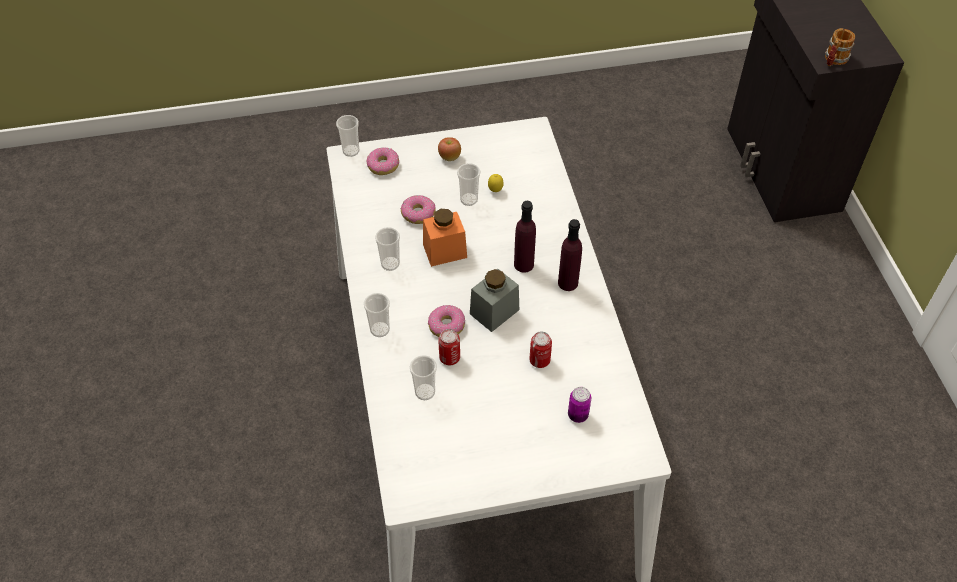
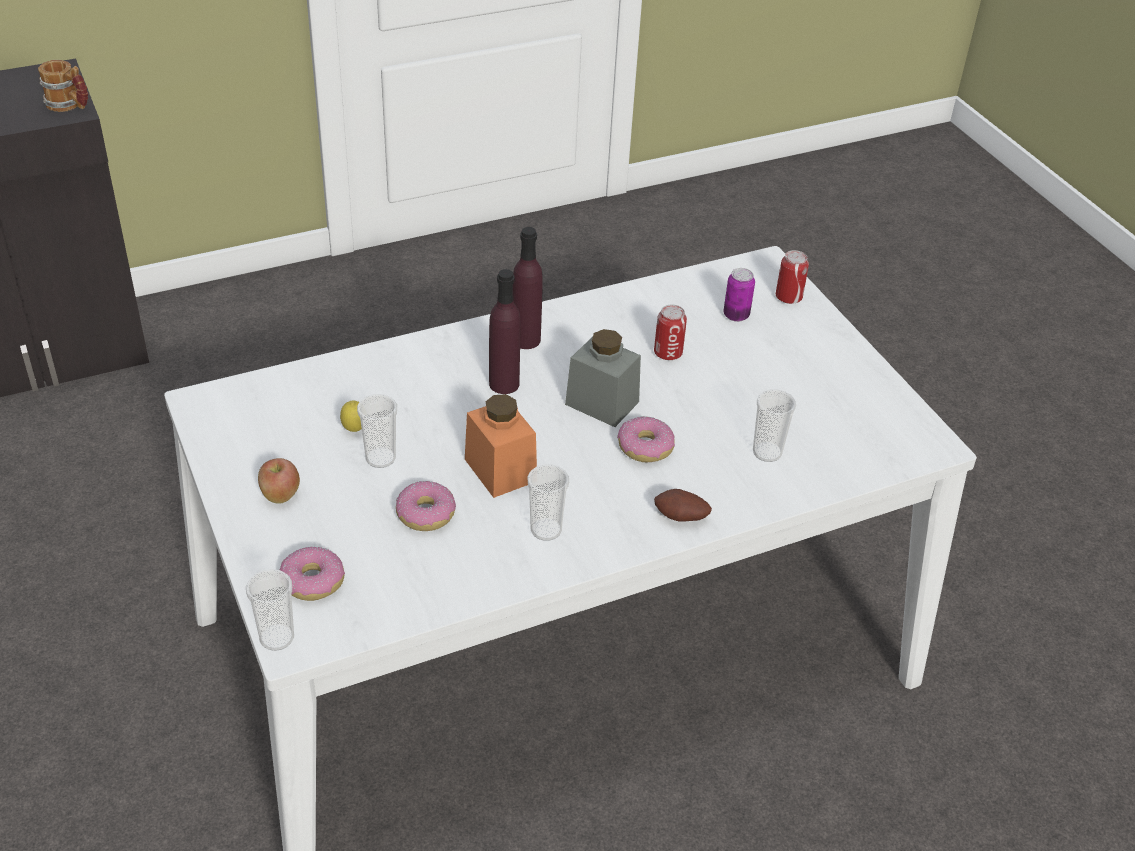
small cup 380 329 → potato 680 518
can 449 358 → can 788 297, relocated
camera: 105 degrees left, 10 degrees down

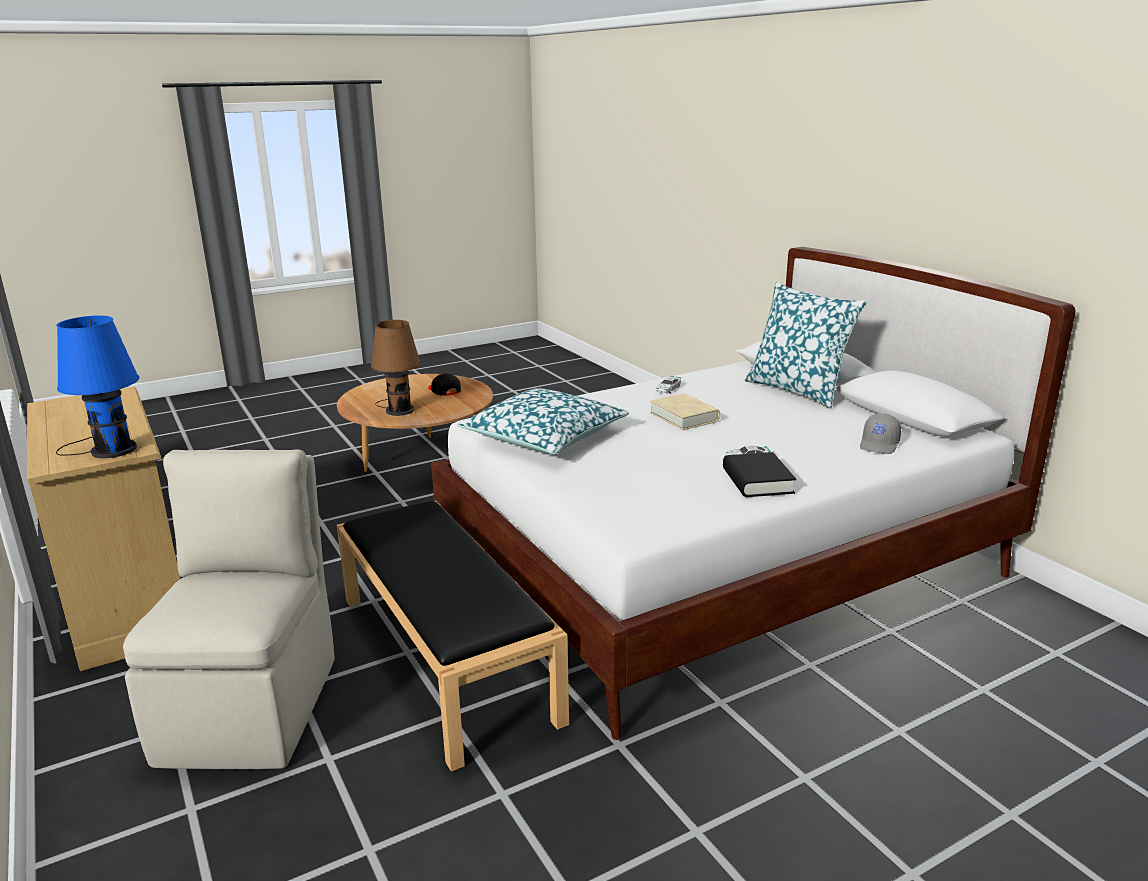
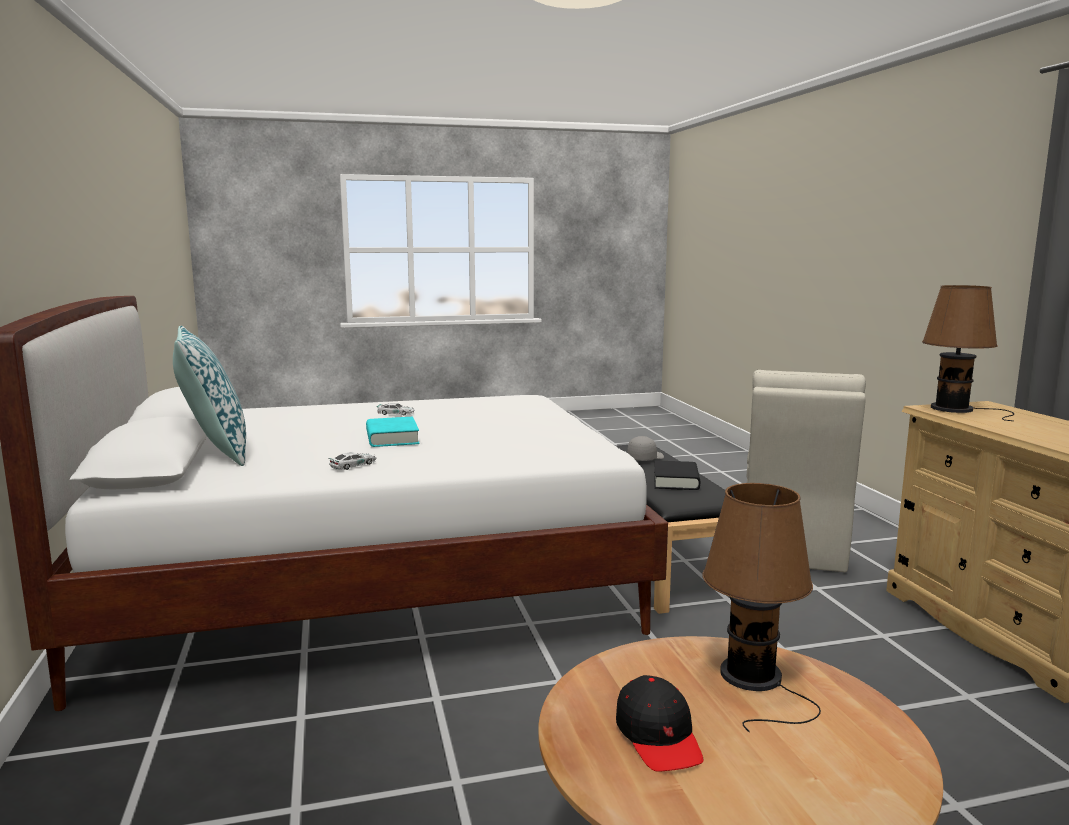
volume (beige-coloured) 684 417 → volume (turquoise) 392 438
peaked cap (greyish) 880 445 → peaked cap (greyish) 645 458, relocated
volume (blackish) 757 481 → volume (blackish) 676 481, relocated
lamp for a table (bluish) 109 449 → lamp for a table (brown) 957 409
throw pillow 544 437 → -
camera: 165 degrees left, 10 degrees down

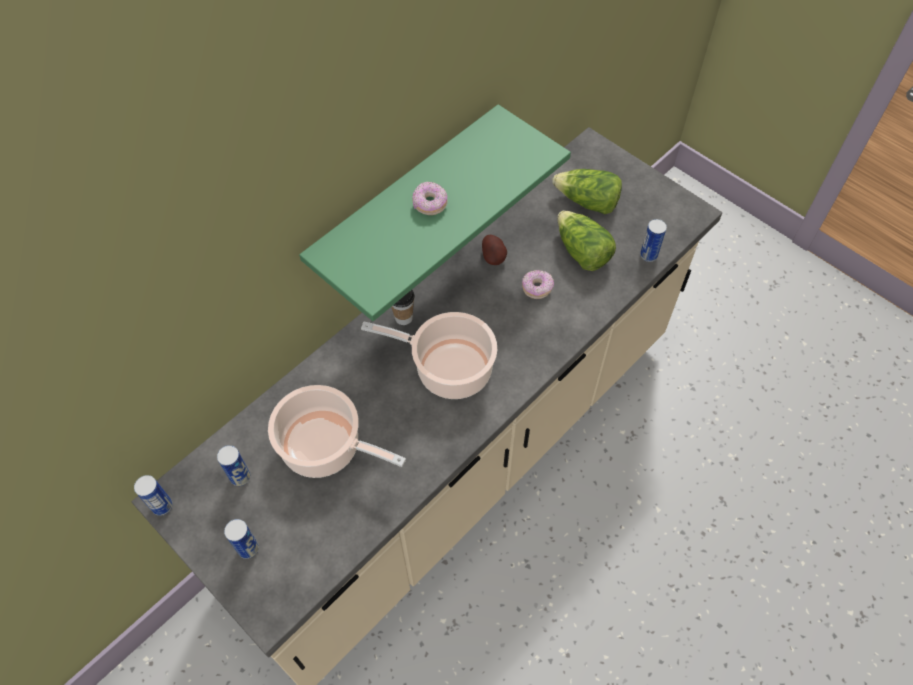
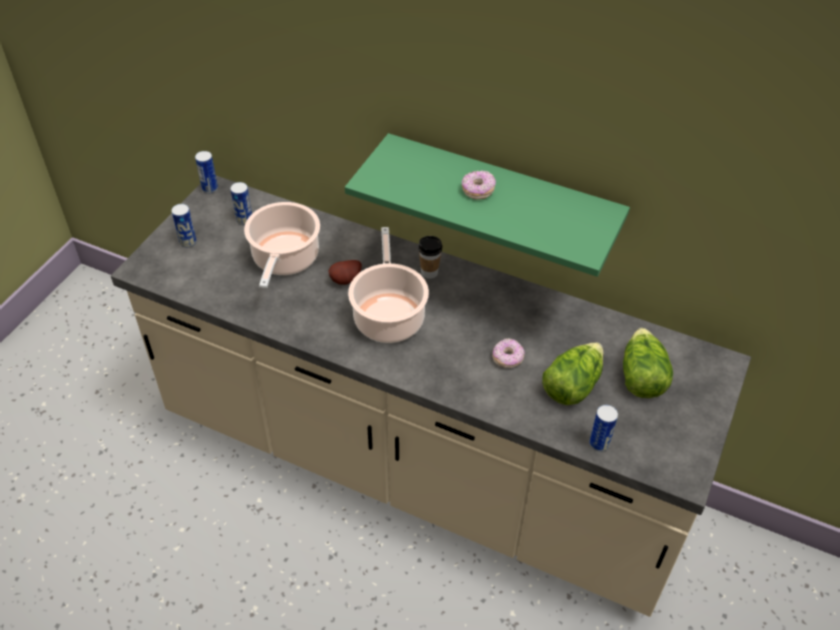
potato 494 258 → potato 347 281, relocated
camera: 70 degrees right, 10 degrees down

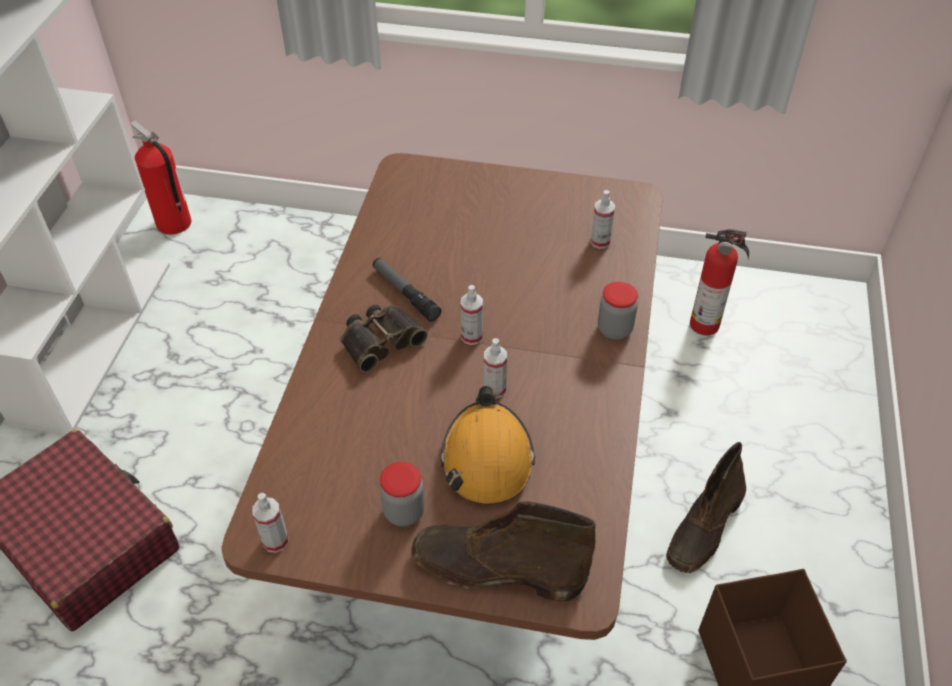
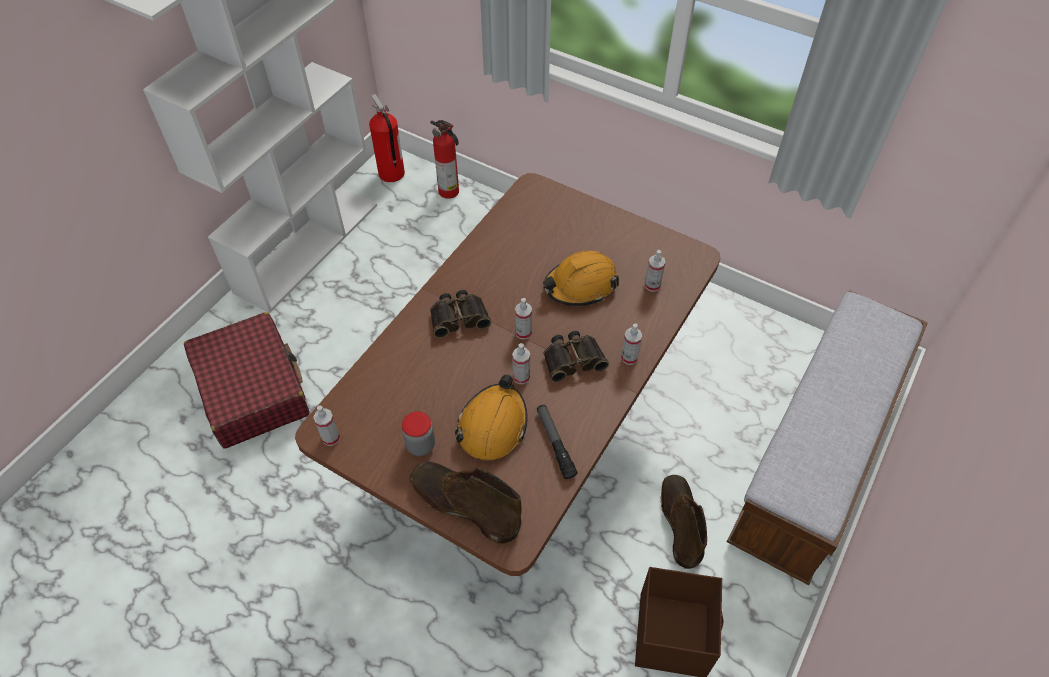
extinguisher 706 325 → extinguisher 450 192, relocated
flashlight 405 293 → flashlight 555 443, relocated
- → work helmet (orange) 580 285
- → pair of binoculars 573 359
preserve jar 614 329 → spray bottle 629 358
high-top boot (brown) 704 529 → high-top boot (brown) 680 522, 120 degrees clockwise
- → long seat 813 456
camera: 20 degrees right, 5 degrees up

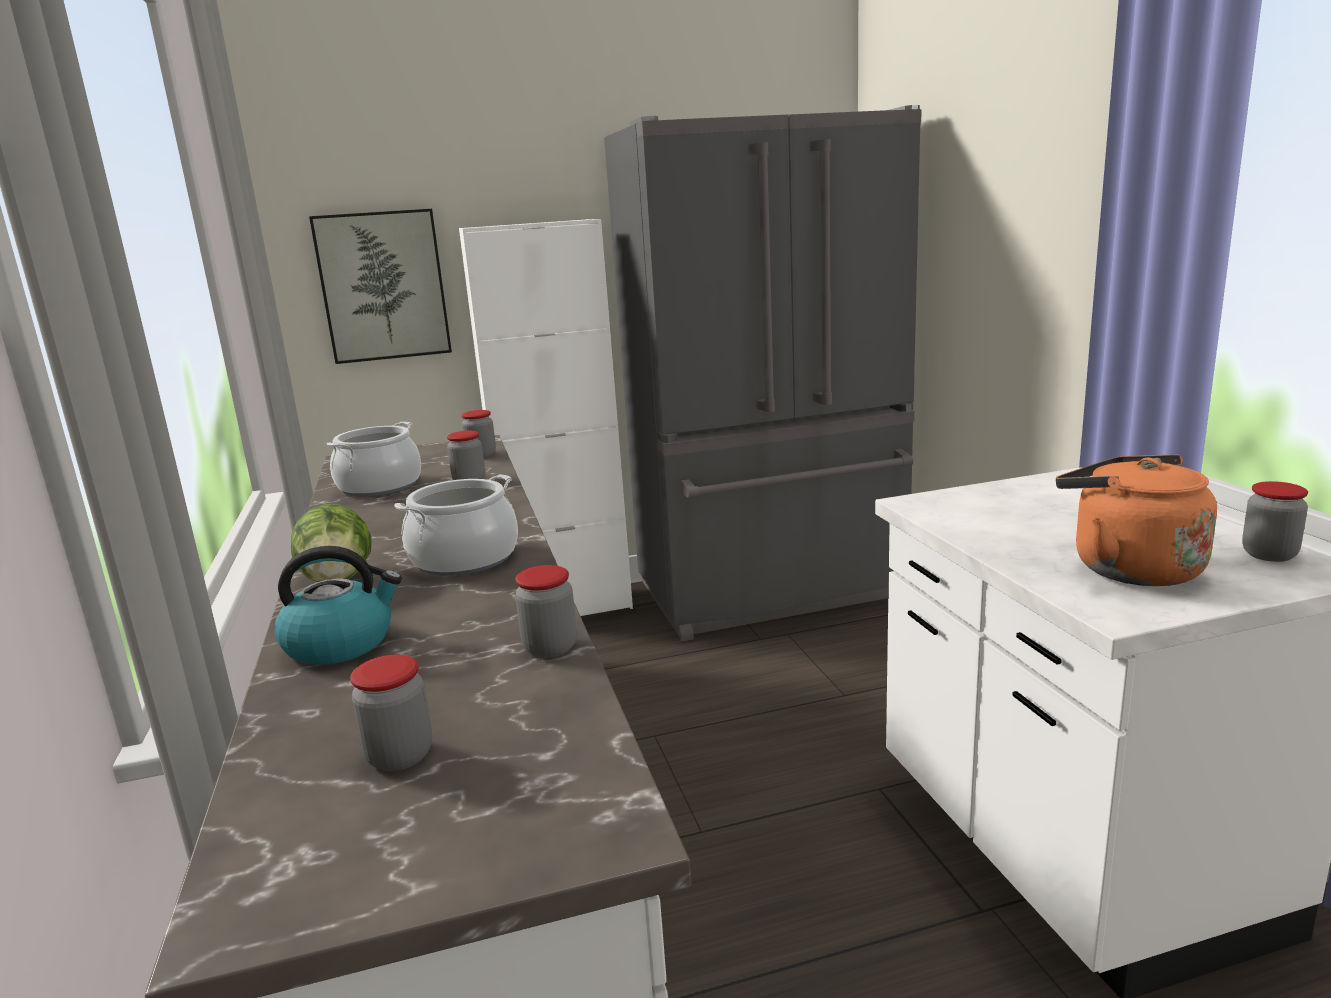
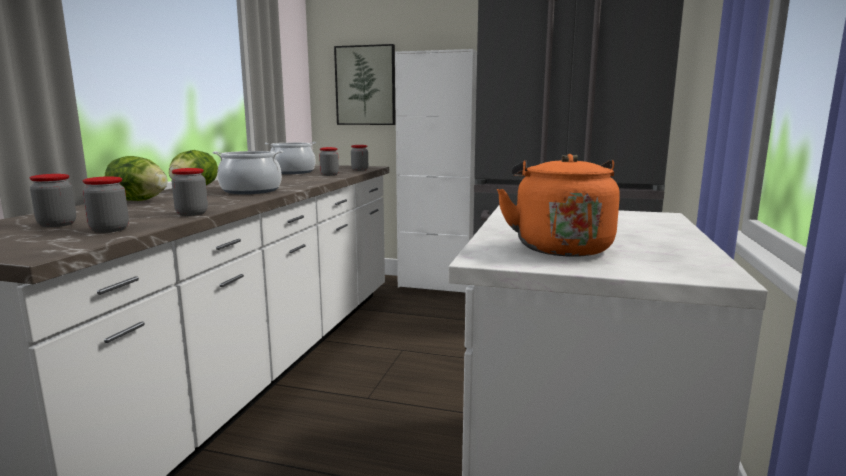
preserve jar 1269 554 → preserve jar 109 229, relocated
kettle 341 644 → lettuce head 139 201
camera: 30 degrees right, 5 degrees down

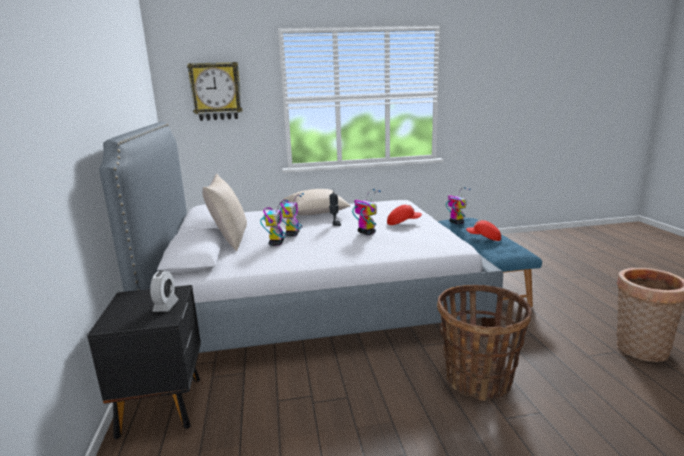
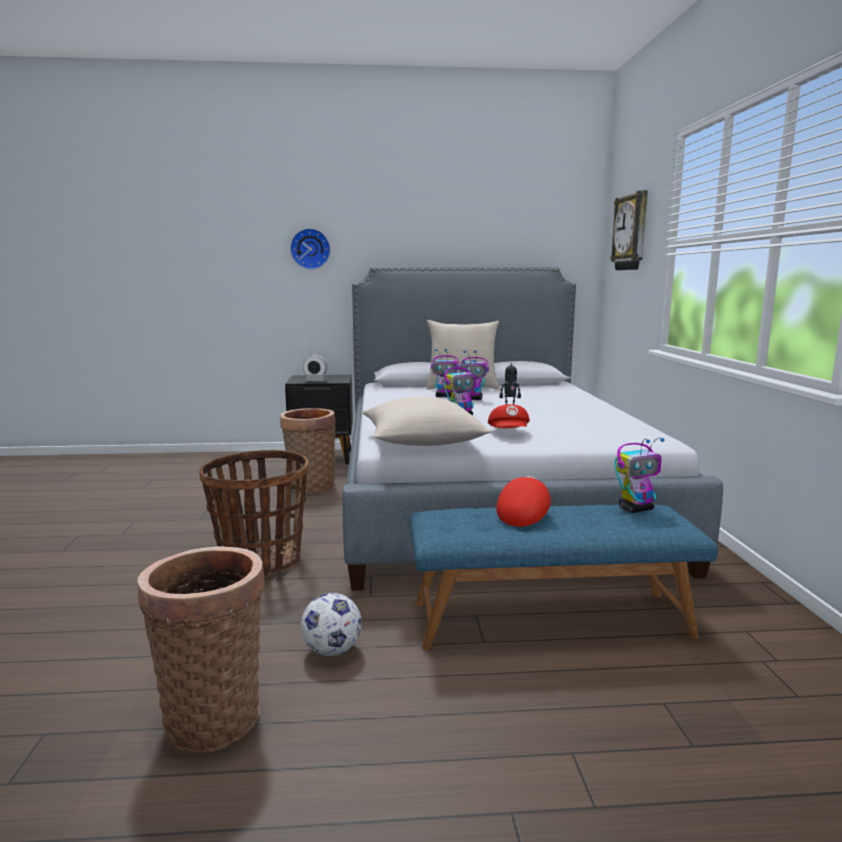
- → storage basket 310 486
- → wall clock 310 249
- → football ball 332 651
throw pillow (beige-coloured) 316 212 → throw pillow (beige-coloured) 422 442, relocated
camera: 95 degrees right, 5 degrees down

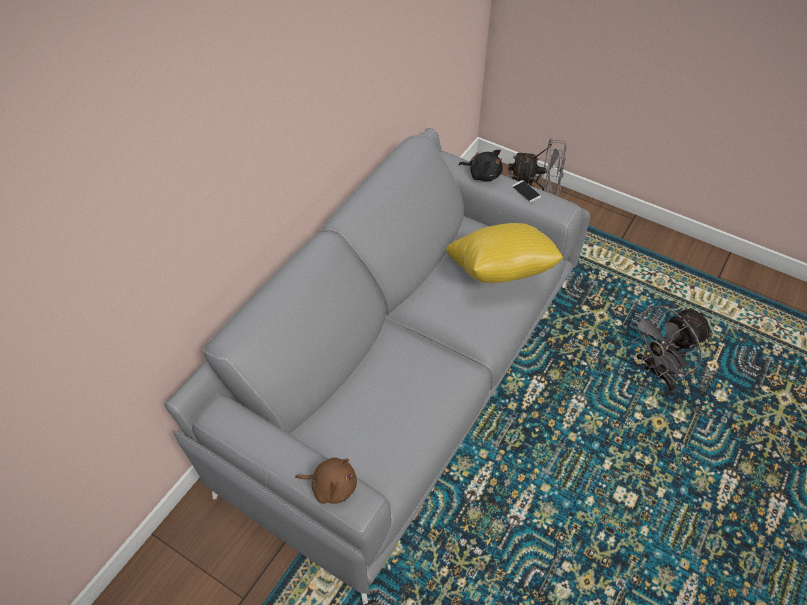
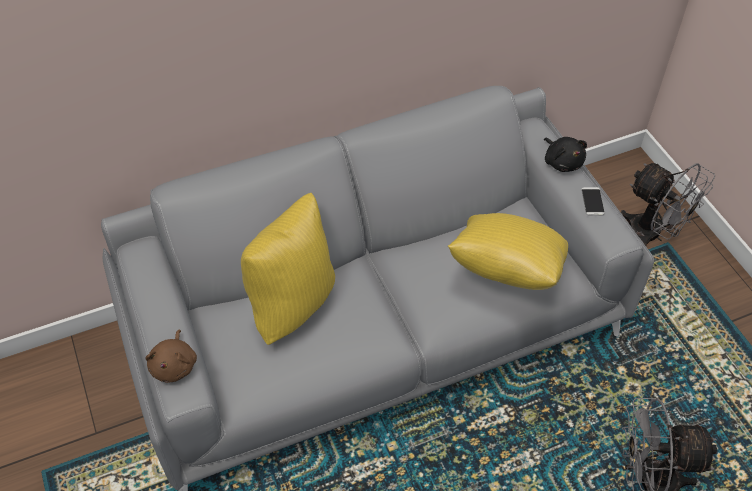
plush toy (brown) 331 486 → plush toy (brown) 174 365, 45 degrees clockwise
- → throw pillow (yellow) 292 303
camera: 35 degrees right, 0 degrees up

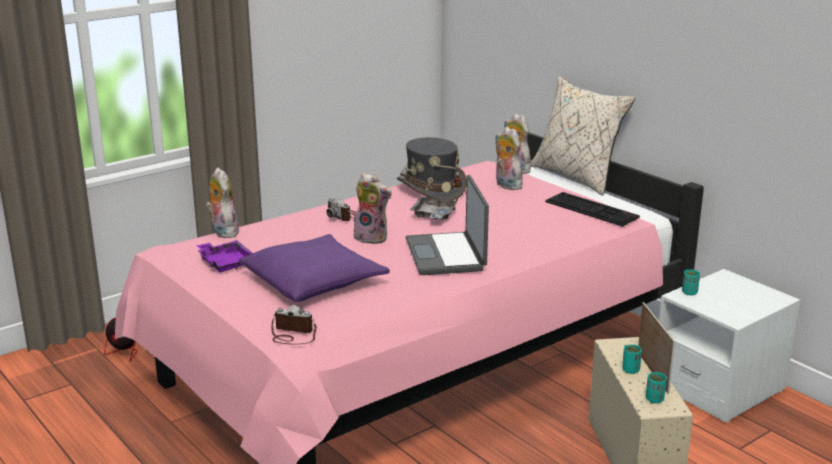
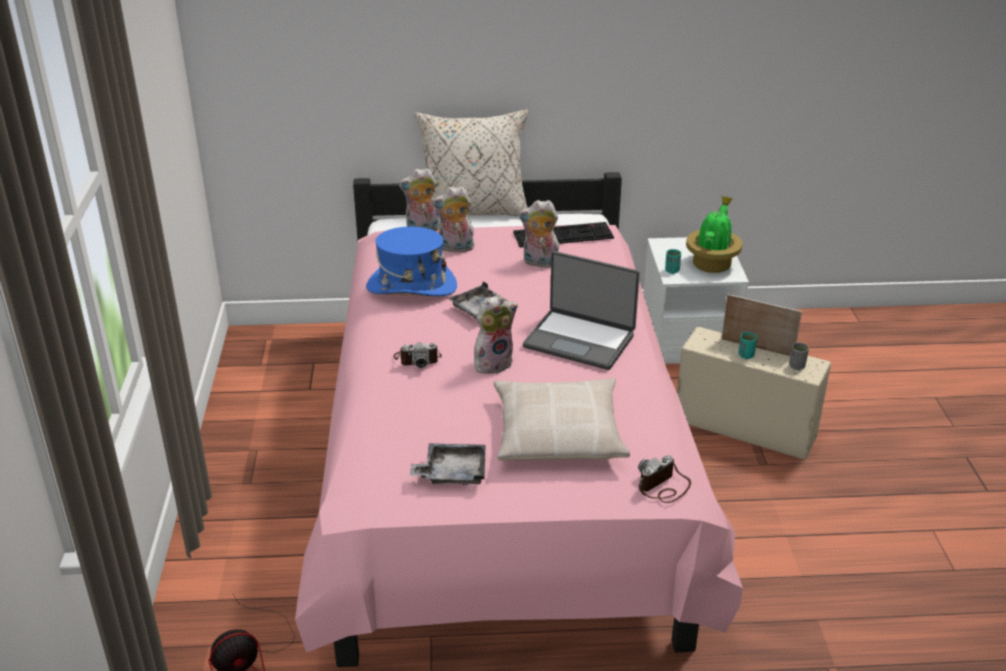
clothing hat (greyish) 431 188 → clothing hat (bluish) 411 287
tray (purple-coloured) 226 263 → tray (greyish) 452 473
throw pillow (purple-coloured) 314 281 → throw pillow (beige-coloured) 558 433
plush toy 222 232 → plush toy 539 263, relocated
- → houseplant 712 263
small cup (turquoise) 654 399 → small cup (greyish) 797 366
camera: 55 degrees left, 10 degrees up

